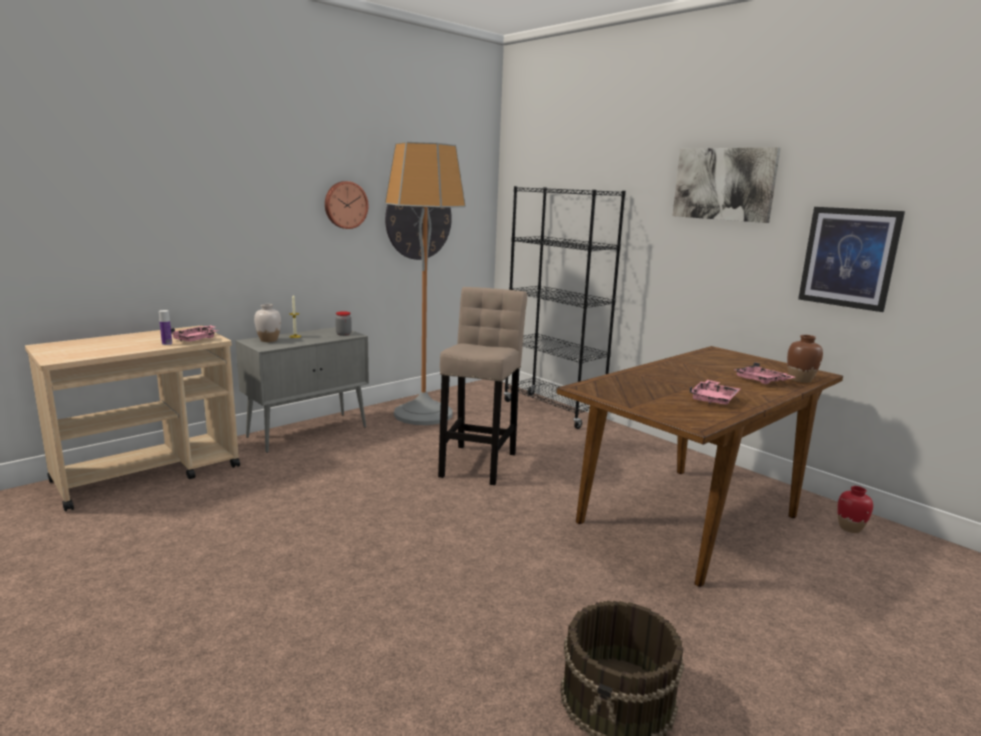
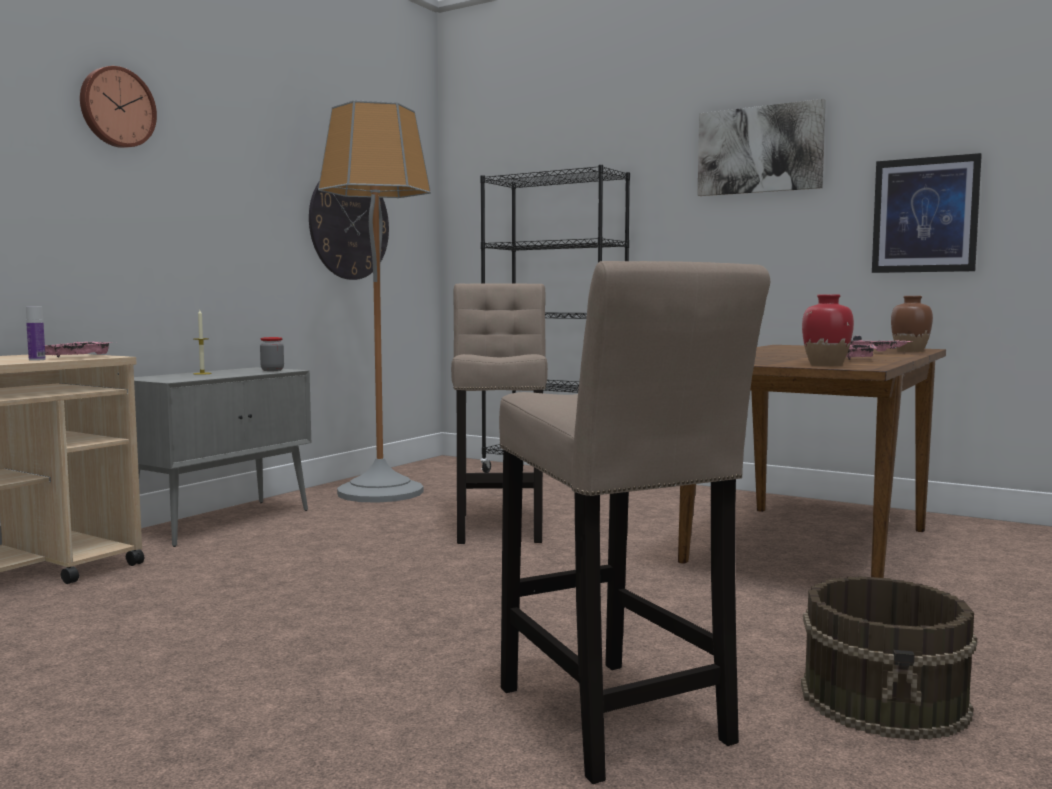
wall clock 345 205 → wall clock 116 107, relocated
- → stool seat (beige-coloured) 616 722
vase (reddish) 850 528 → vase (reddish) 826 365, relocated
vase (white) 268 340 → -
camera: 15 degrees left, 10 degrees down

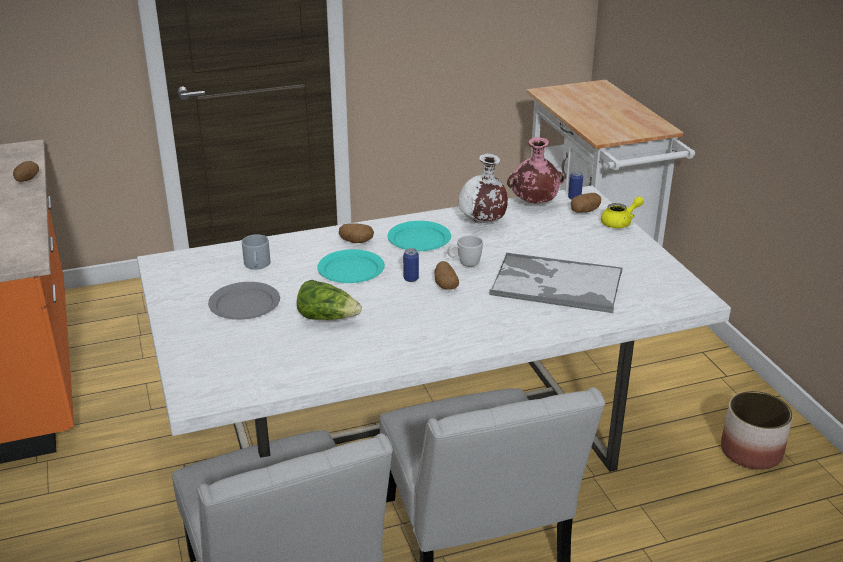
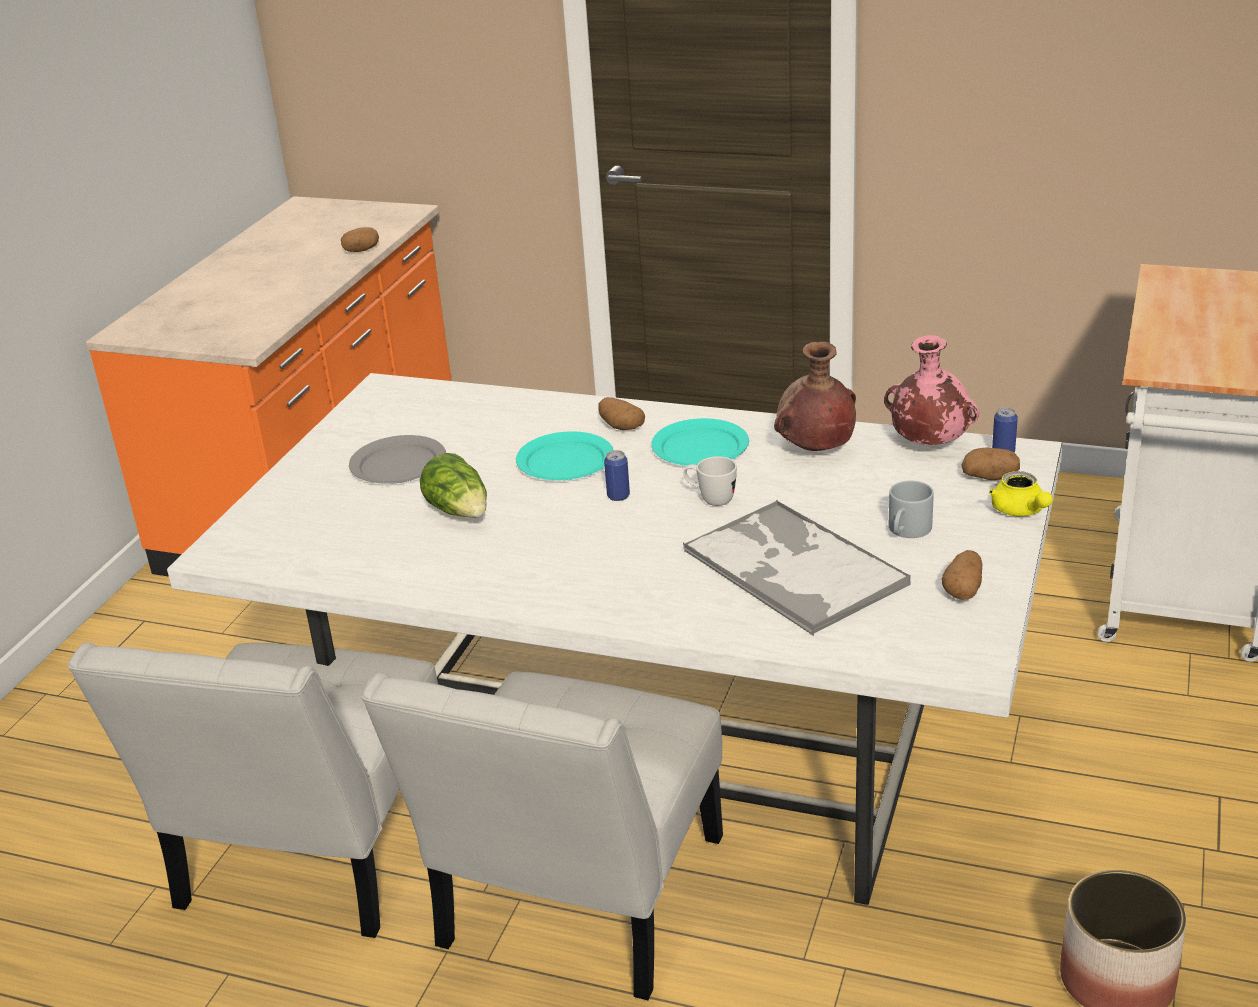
vase (white) 482 222 → vase (brown) 815 450
tea mug (greyish) 257 265 → tea mug (greyish) 907 531, relocated
potato 445 285 → potato 963 590, relocated
tea pot (yellow) 620 223 → tea pot (yellow) 1020 511, 60 degrees clockwise
camera: 40 degrees right, 0 degrees up

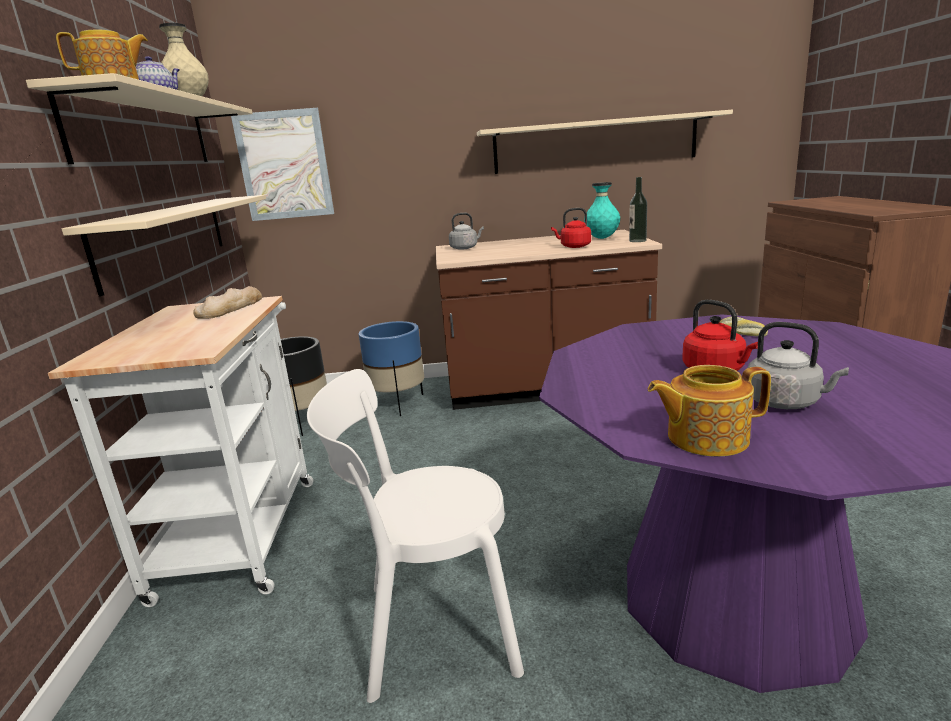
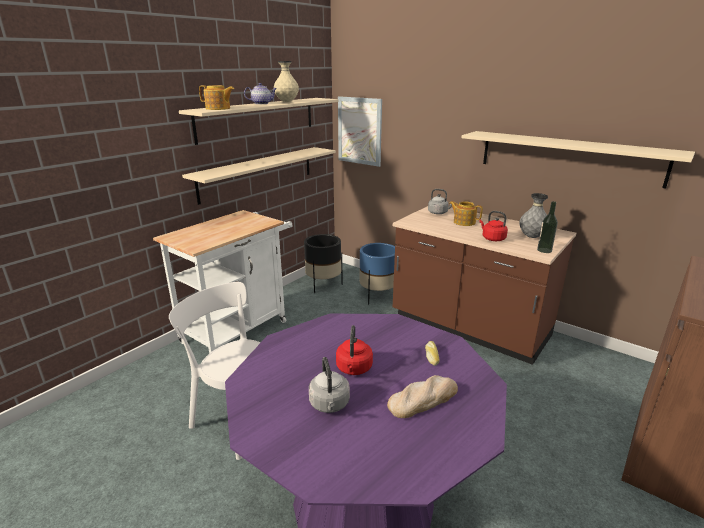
baked bread 230 308 → baked bread 423 399, relocated
tea pot 705 438 → tea pot 464 222, relocated
vase (turquoise) 602 238 → vase (greyish) 532 237
camera: 40 degrees right, 5 degrees up

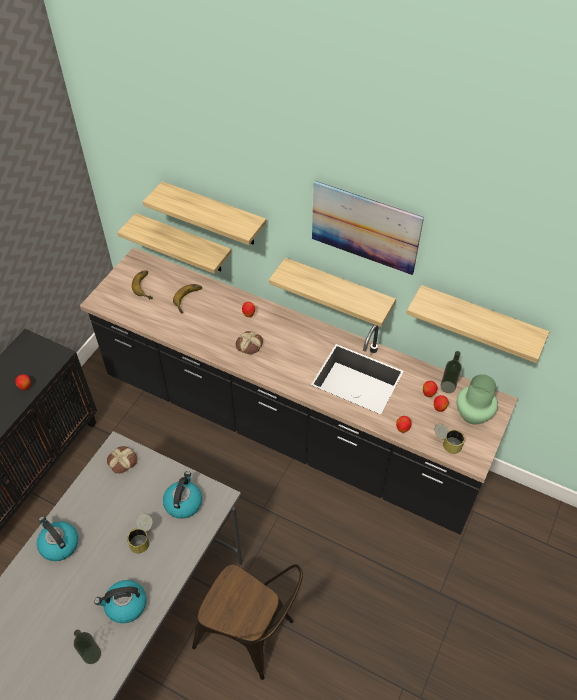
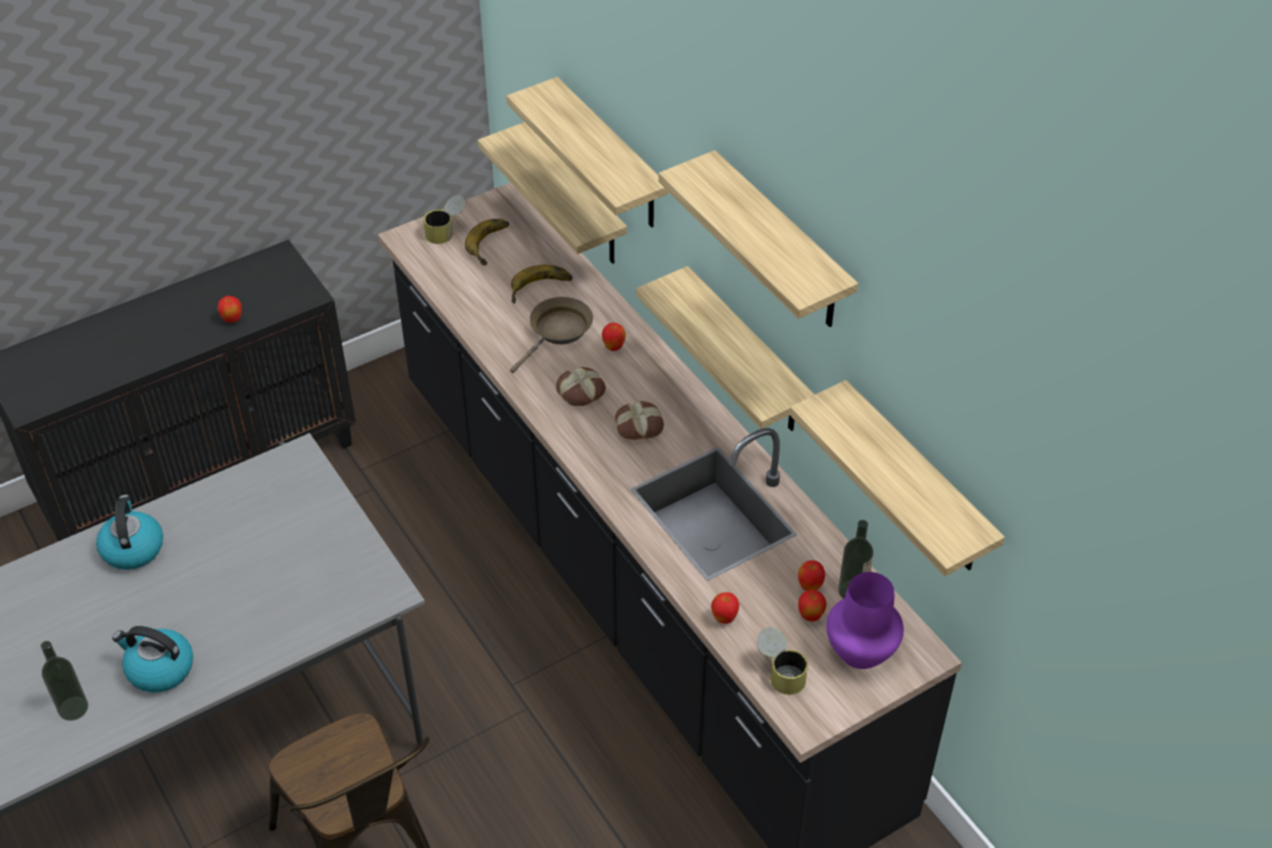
can 143 538 → can 446 231, relocated
- → pan (brown) 558 332
baked bread 122 461 → baked bread 639 425, relocated
wall art 365 227 → shelf 781 244
vase (green) 473 415 → vase (purple-coloured) 860 652
kettle 183 502 → -
camera: 30 degrees right, 5 degrees down

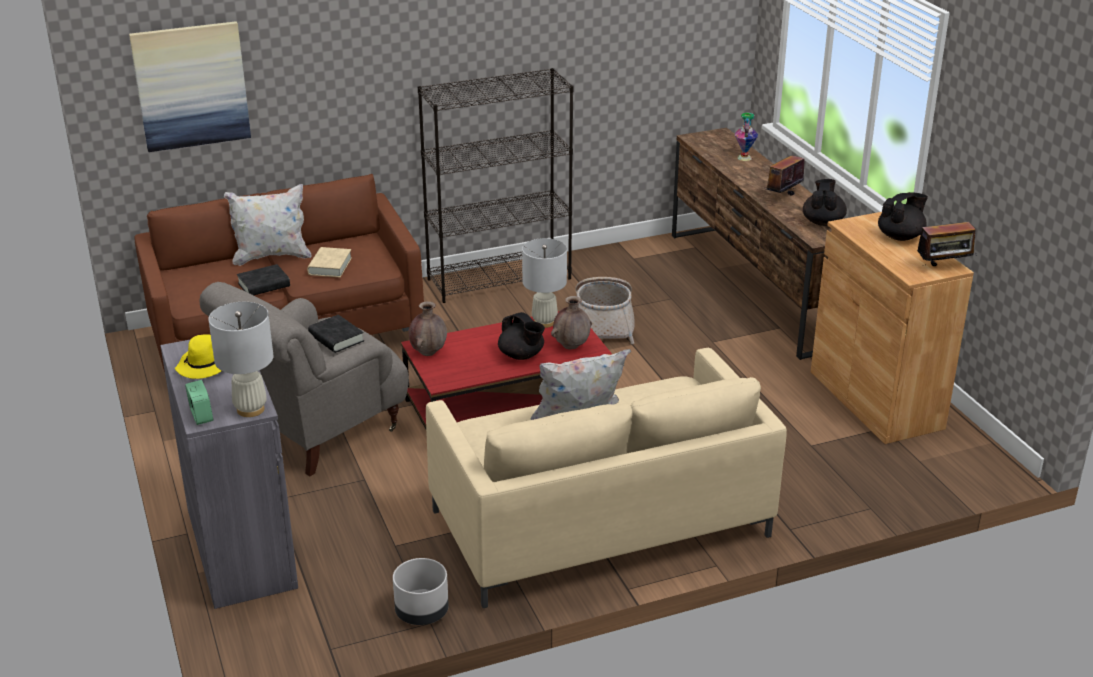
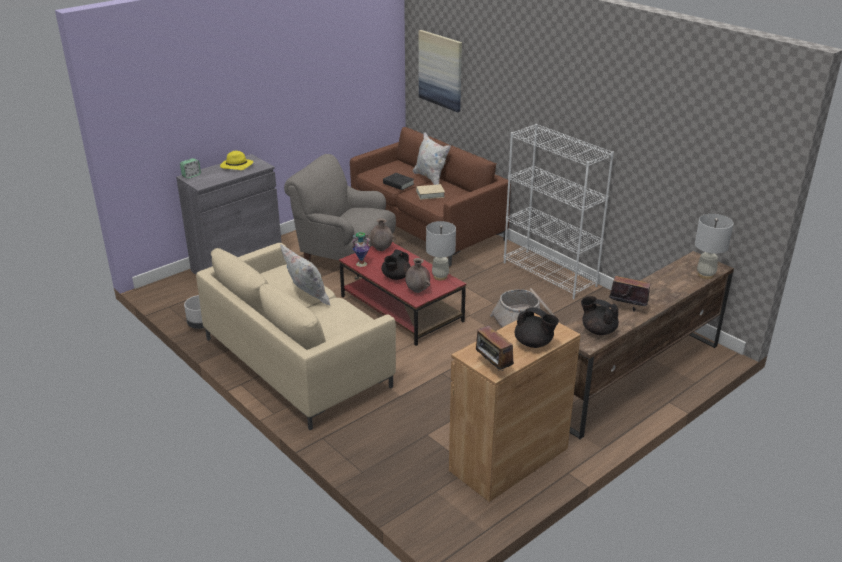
vase 744 158 → vase 361 264, relocated
bookcase (blackish) 500 278 → bookcase (white) 550 274
tea pot (blackish) 823 221 → tea pot (blackish) 598 330, 135 degrees counterclockwise
lamp for a table (white) 251 409 → lamp for a table (white) 705 275, relocated
volume (blackish) 336 338 → -
camera: 70 degrees right, 0 degrees up

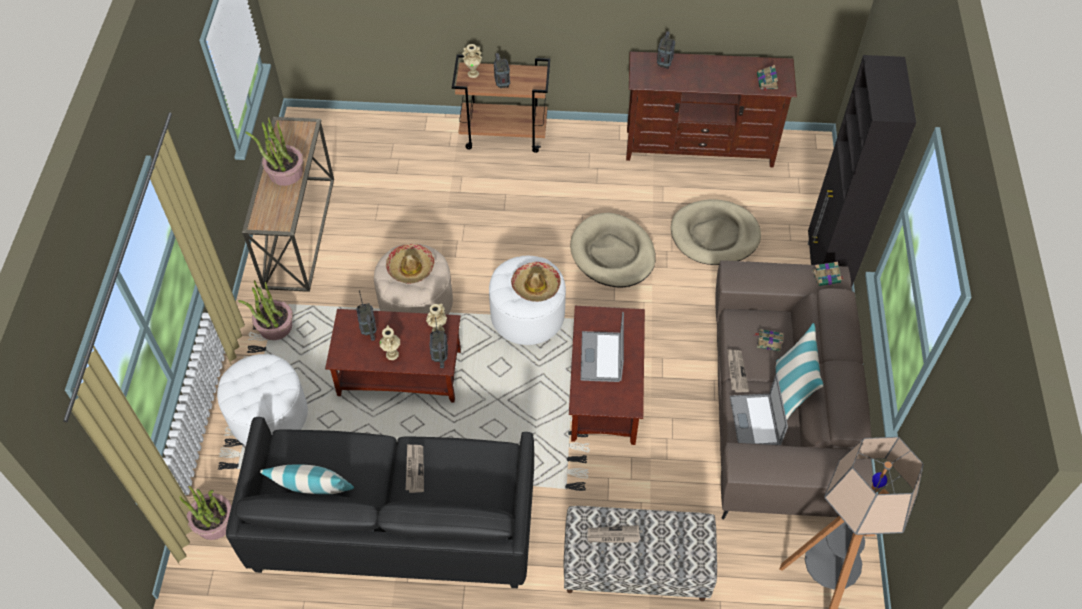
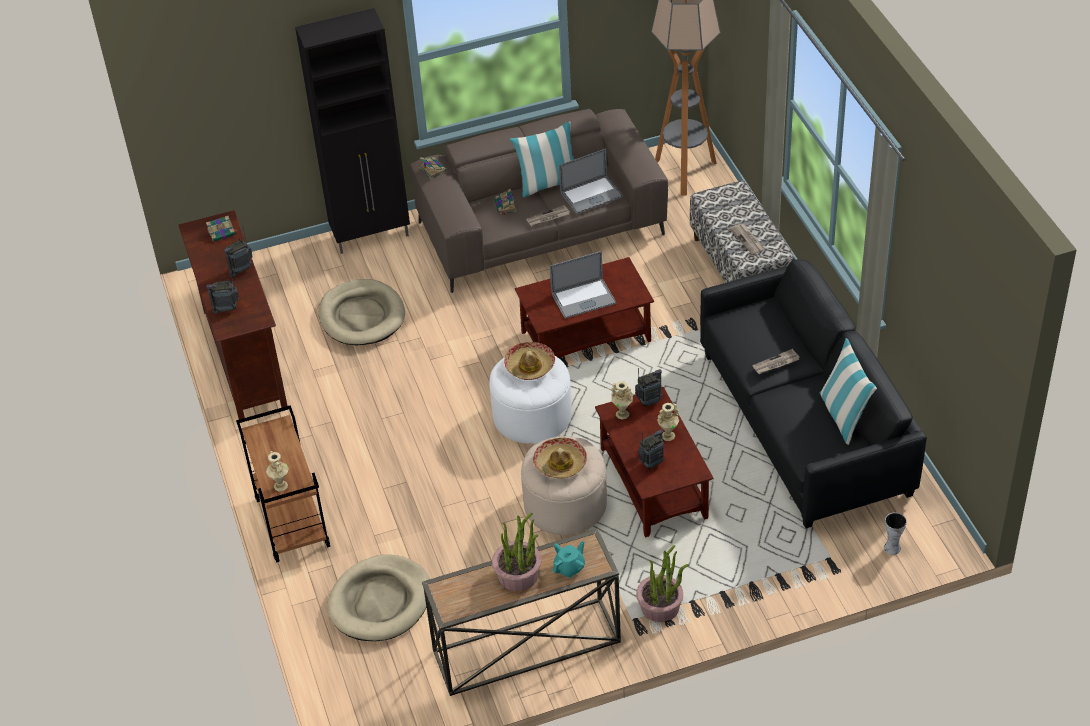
radio set 502 84 → radio set 241 270, relocated
dog bed (beige-coloured) 612 253 → dog bed (beige-coloured) 380 602, relocated
- → tea pot (turquoise) 569 568
houseplant 214 523 → vase 891 547
pouffe (white) 268 415 → -
camera: 110 degrees left, 10 degrees down

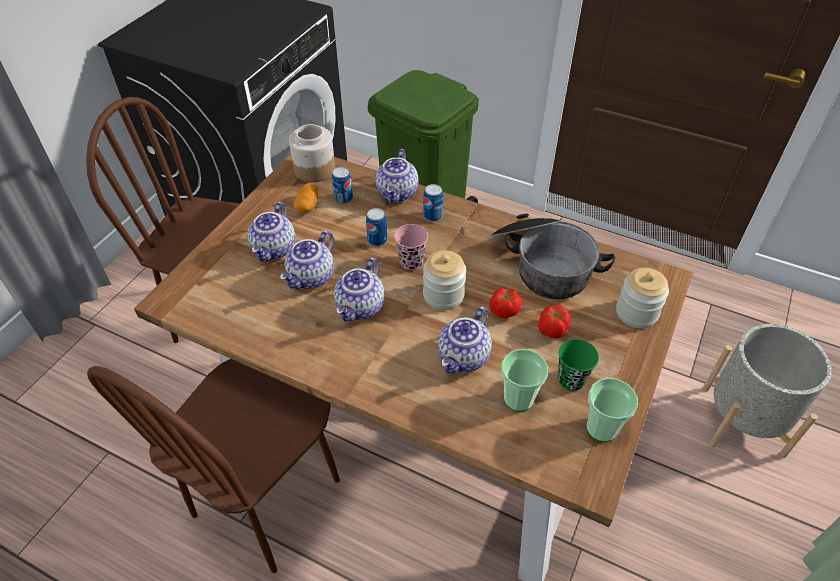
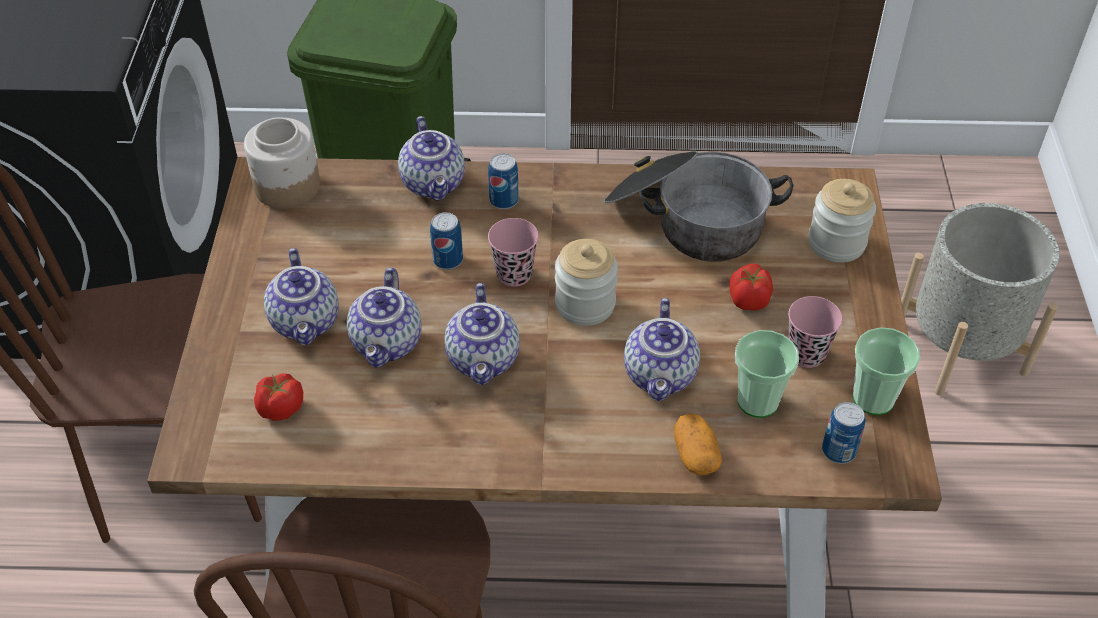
whole tomato 504 311 → whole tomato 281 409, relocated
potato 308 205 → potato 695 455, relocated
small cup (green) 571 380 → small cup (pink) 806 354
can 343 198 → can 838 451, relocated
camera: 25 degrees left, 0 degrees up

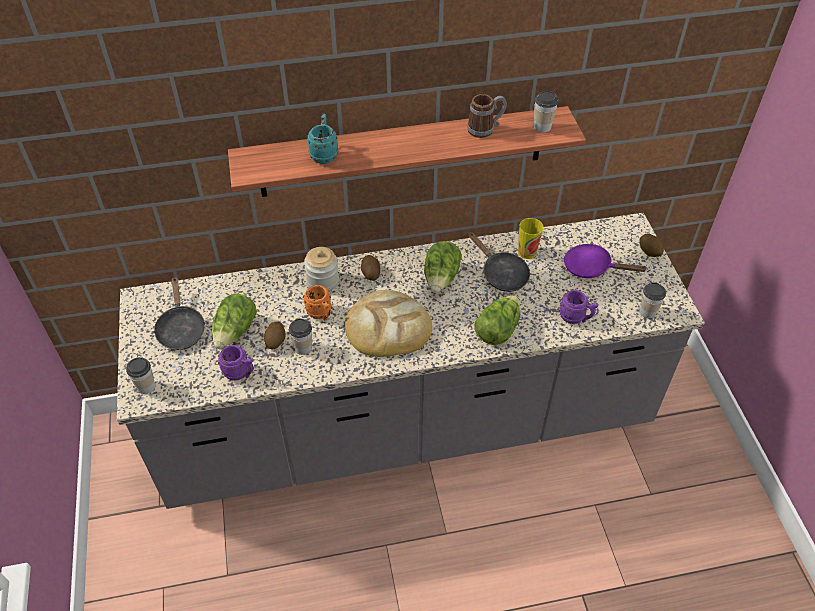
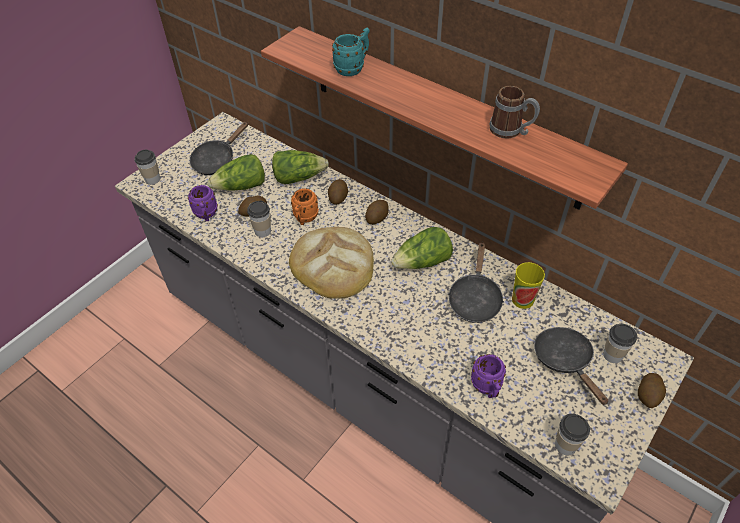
lettuce head 497 329 → lettuce head 298 177, relocated
preserve jar 323 281 → potato 338 197
pan (purple-coloured) 592 267 → pan (blackish) 565 361
small cup 542 127 → small cup 612 355, relocated
camera: 50 degrees right, 0 degrees up

